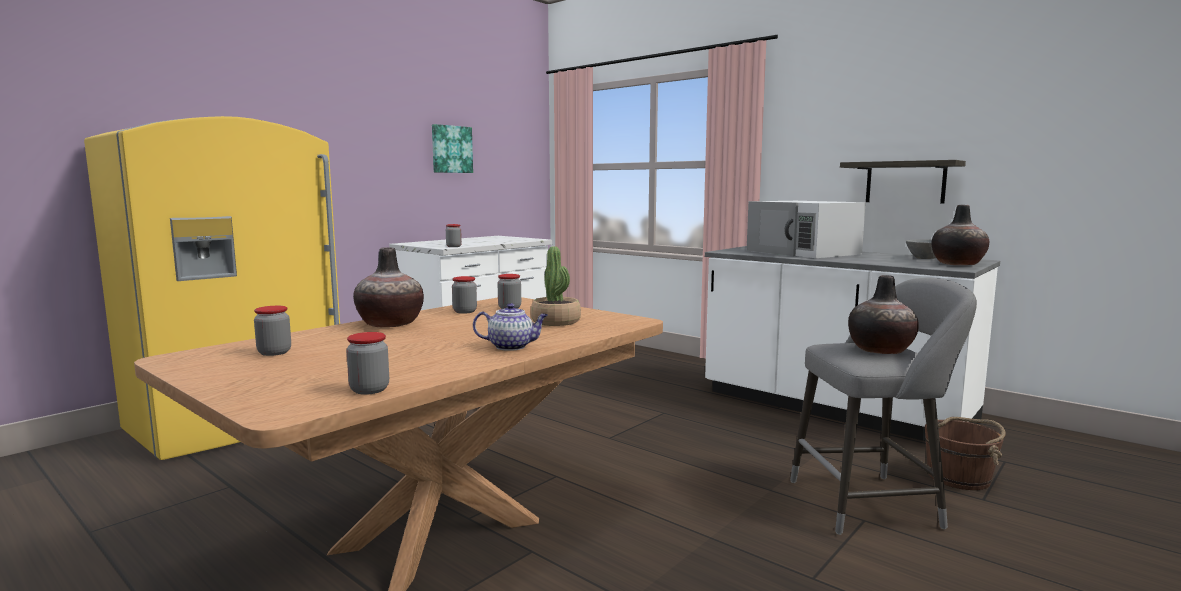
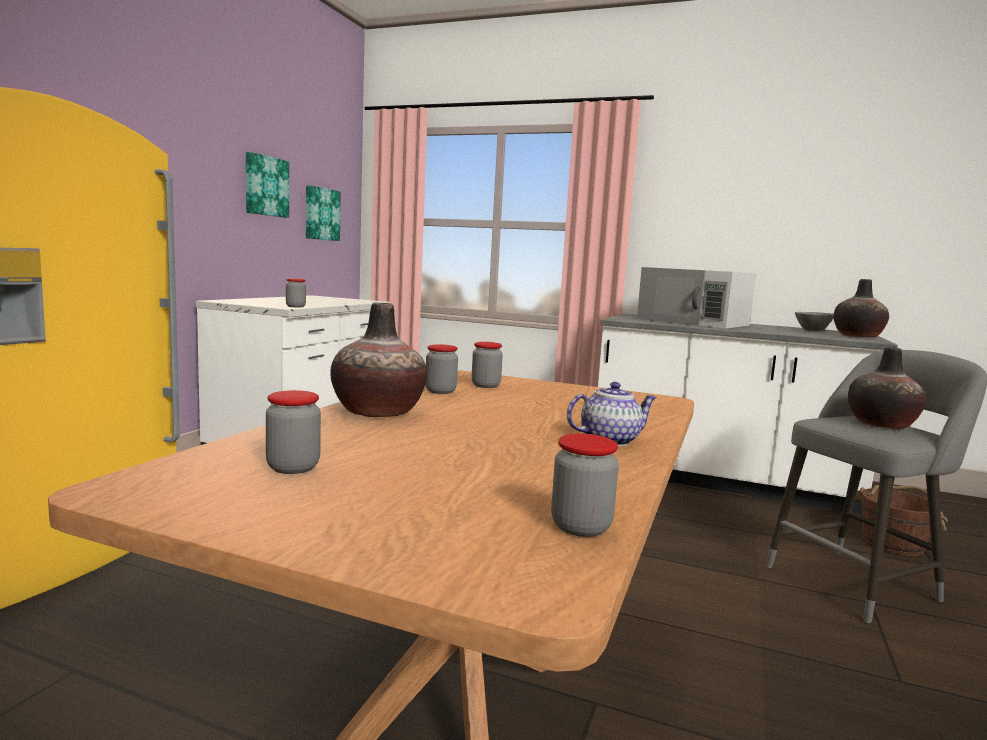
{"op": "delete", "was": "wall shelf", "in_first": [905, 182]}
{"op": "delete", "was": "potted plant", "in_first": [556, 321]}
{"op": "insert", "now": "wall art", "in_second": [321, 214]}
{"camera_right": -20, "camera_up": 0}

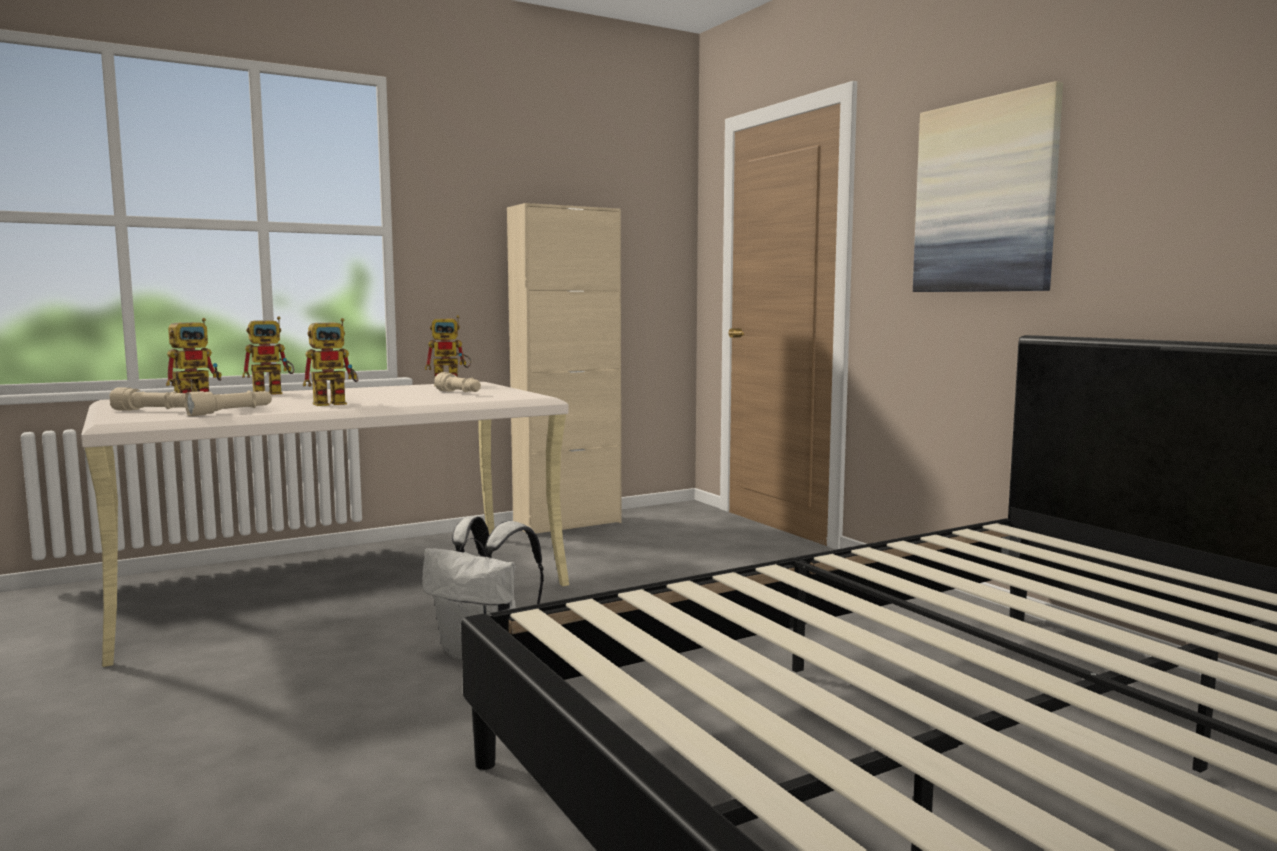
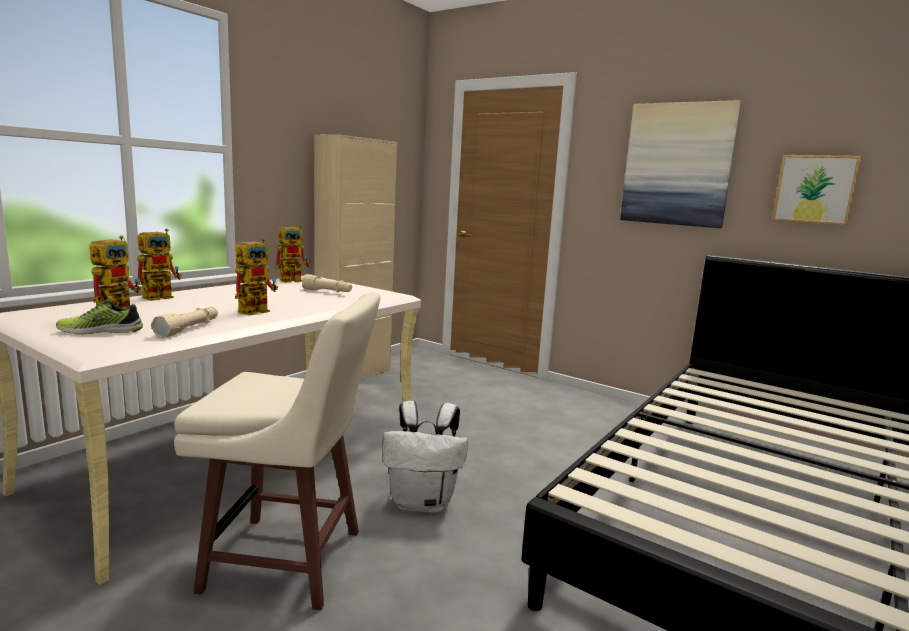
{"op": "replace", "was": "beige hand torch", "now": "shoe", "in_first": [153, 411], "in_second": [101, 331]}
{"op": "insert", "now": "wall art", "in_second": [815, 189]}
{"op": "insert", "now": "beige stool", "in_second": [288, 562]}
{"camera_right": -25, "camera_up": 5}

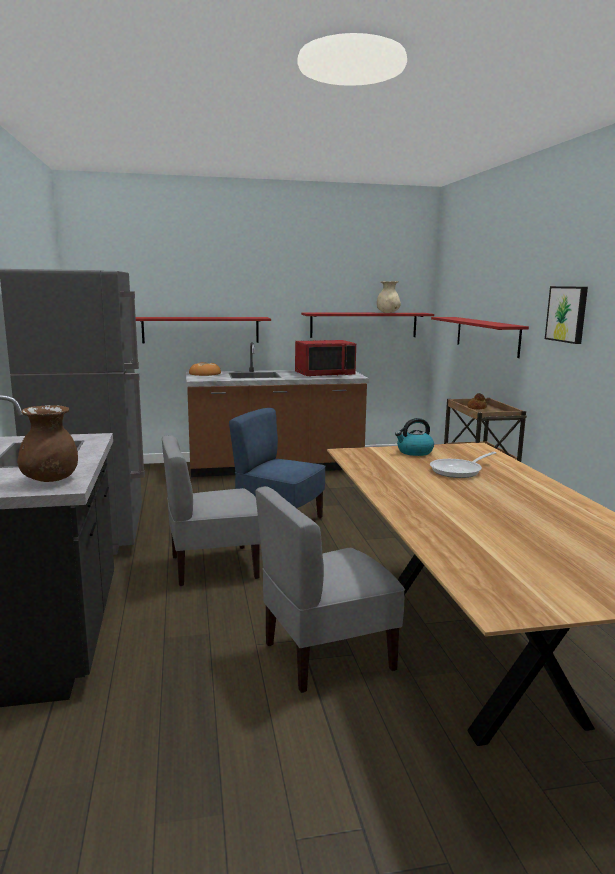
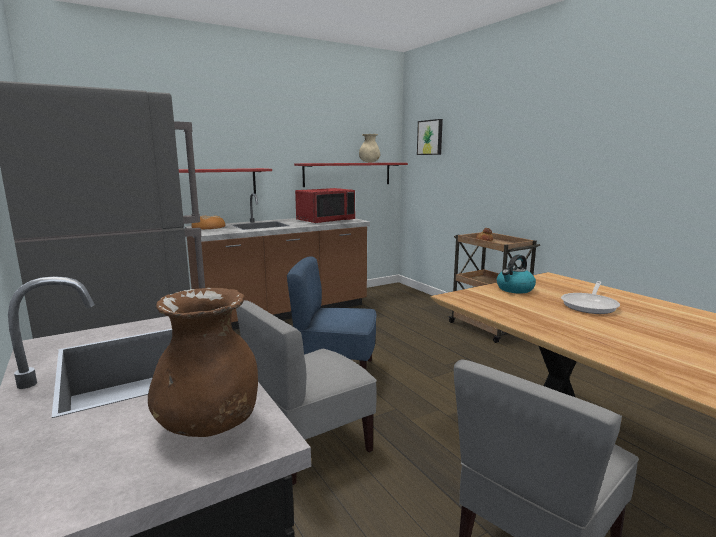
{"op": "move", "was": "wall art", "in_first": [567, 314], "in_second": [430, 137]}
{"op": "delete", "was": "red wall shelf", "in_first": [486, 335]}
{"camera_right": -20, "camera_up": 0}

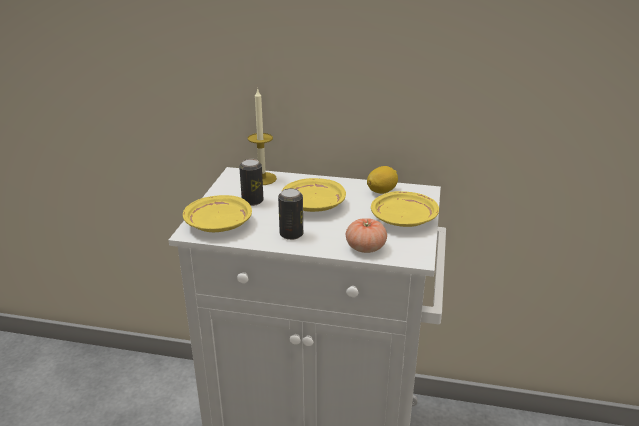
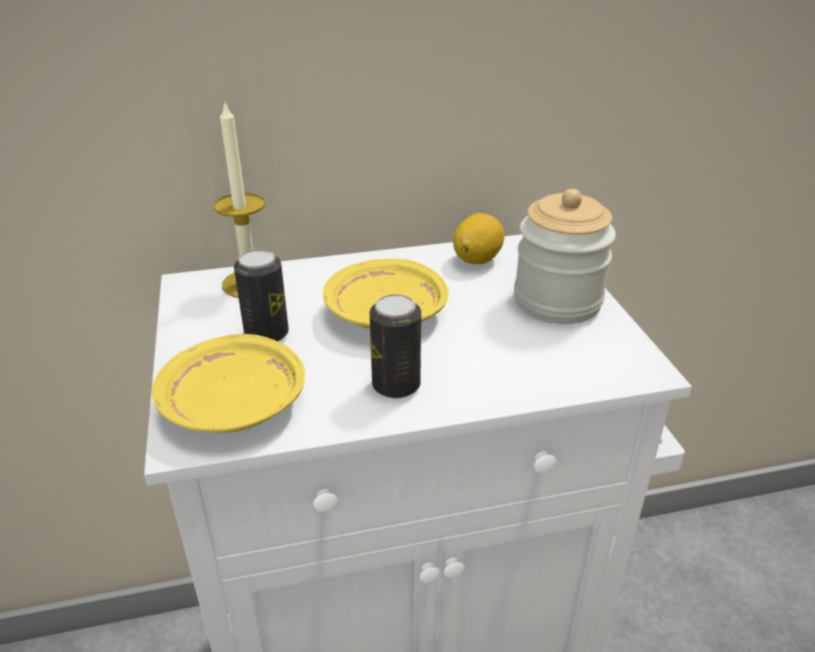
{"op": "replace", "was": "yellowish plate", "now": "storage jar", "in_first": [404, 219], "in_second": [557, 301]}
{"op": "delete", "was": "fresh tomato", "in_first": [365, 247]}
{"camera_right": -25, "camera_up": 5}

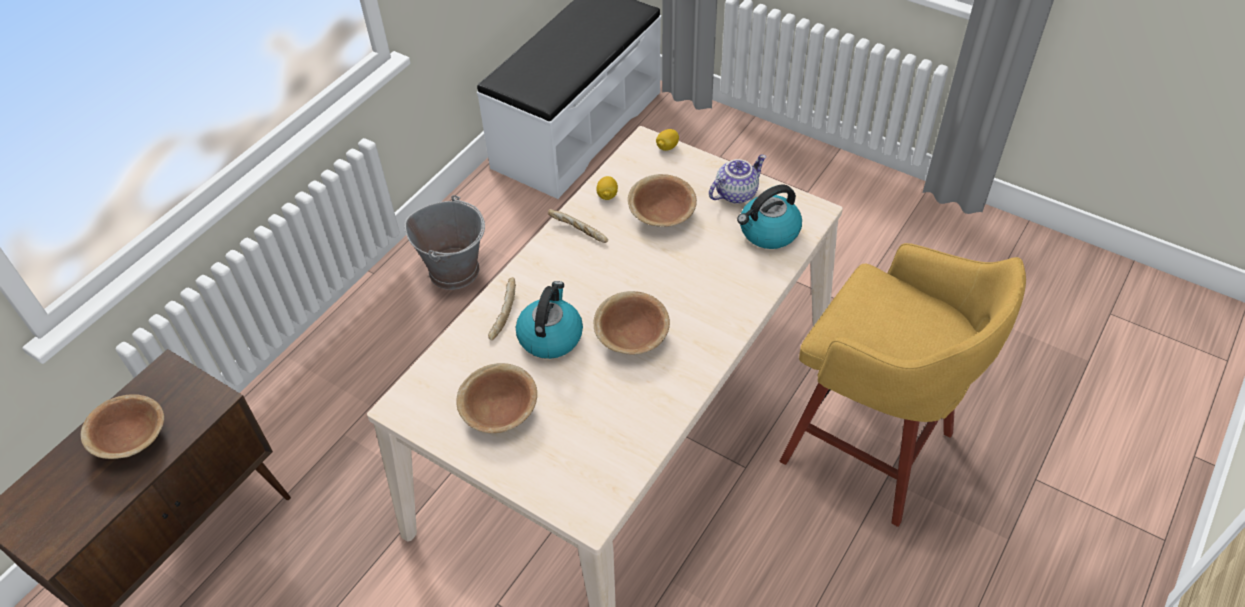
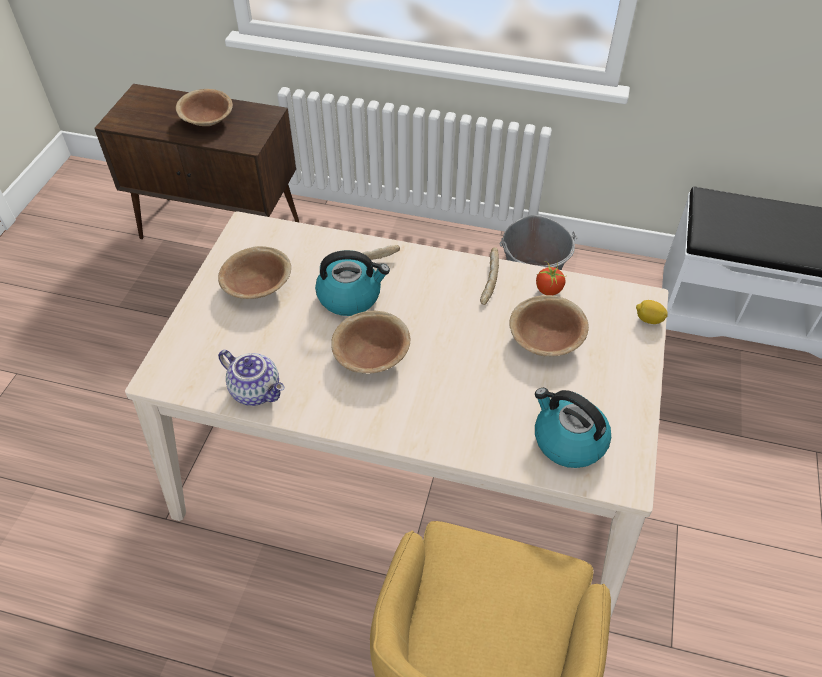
{"op": "move", "was": "pot for tea", "in_first": [735, 193], "in_second": [257, 390]}
{"op": "replace", "was": "citrus fruit", "now": "fresh tomato", "in_first": [607, 195], "in_second": [548, 290]}
{"camera_right": 70, "camera_up": 0}

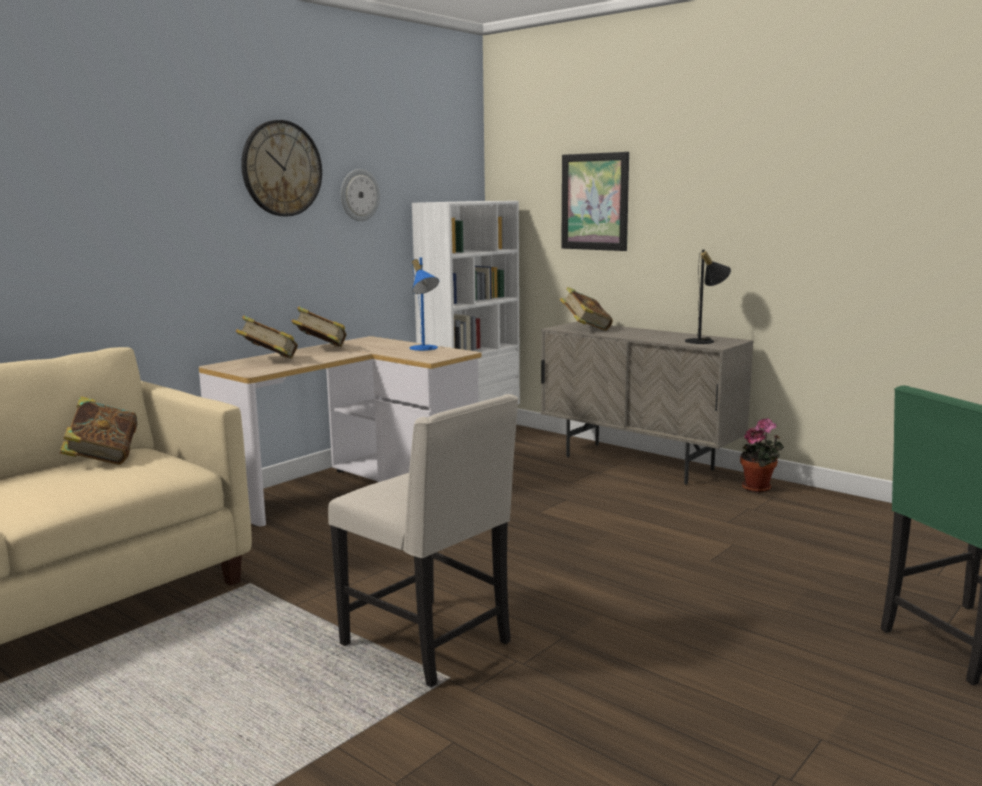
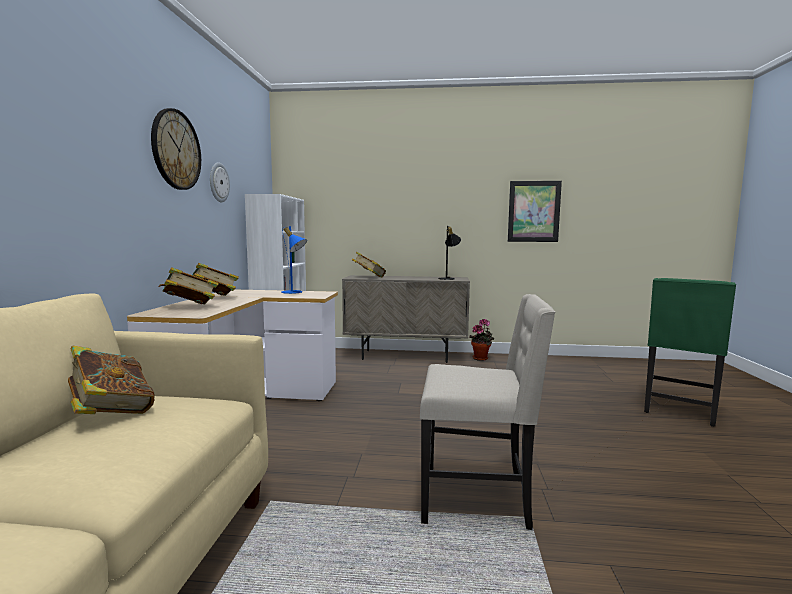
{"op": "move", "was": "wall art", "in_first": [594, 202], "in_second": [533, 211]}
{"camera_right": -35, "camera_up": -5}

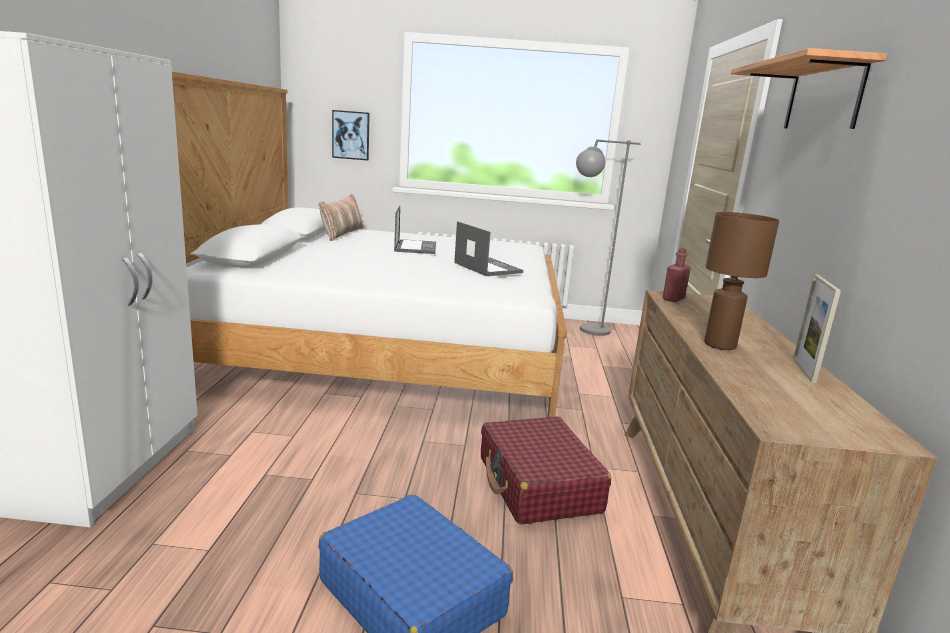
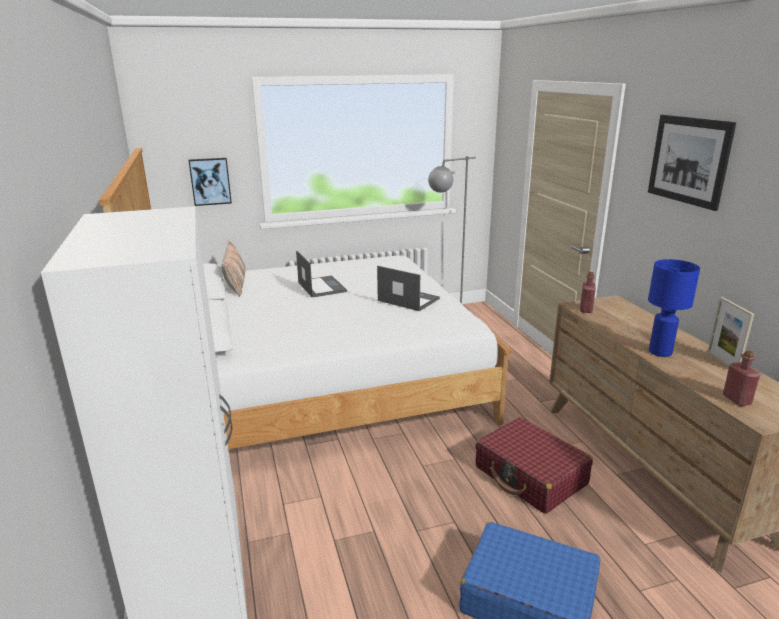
{"op": "replace", "was": "wall shelf", "now": "wall art", "in_first": [823, 97], "in_second": [689, 160]}
{"op": "recolor", "was": "brown-coloured tabletop lamp", "now": "bluish tabletop lamp", "in_first": [720, 345], "in_second": [661, 352]}
{"op": "insert", "now": "red beverage bottle", "in_second": [736, 400]}
{"camera_right": -20, "camera_up": 5}

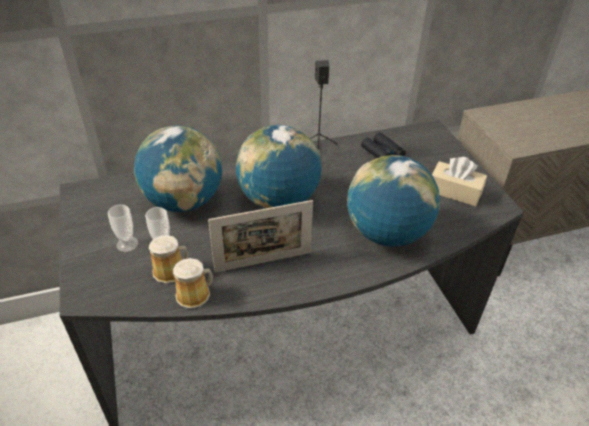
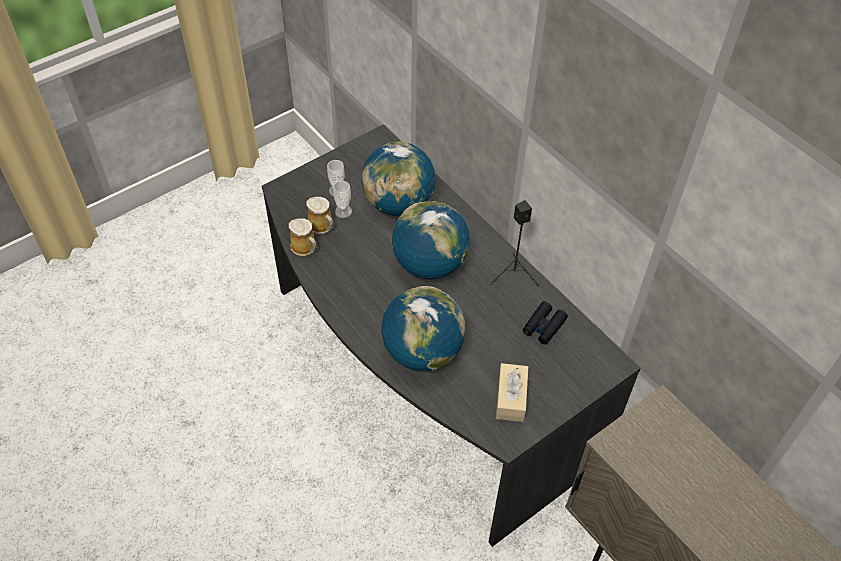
{"op": "delete", "was": "standing frame", "in_first": [263, 262]}
{"camera_right": 70, "camera_up": 10}

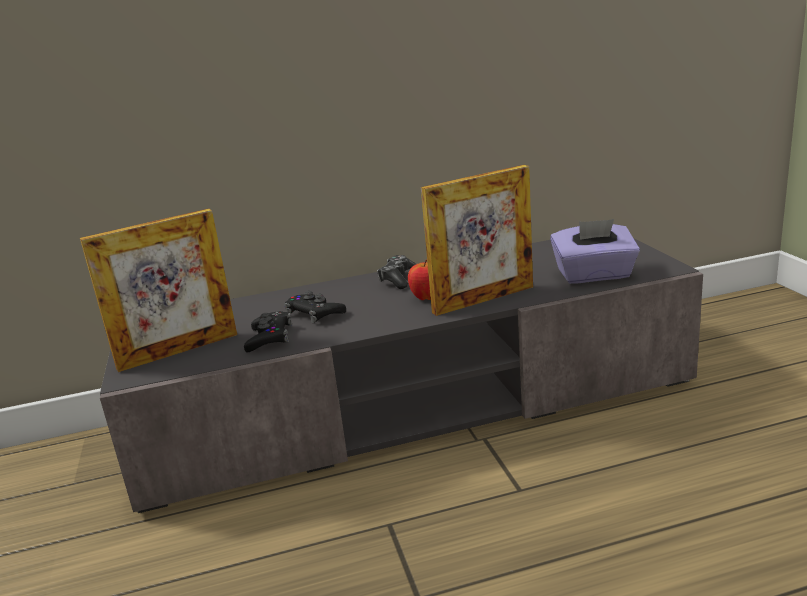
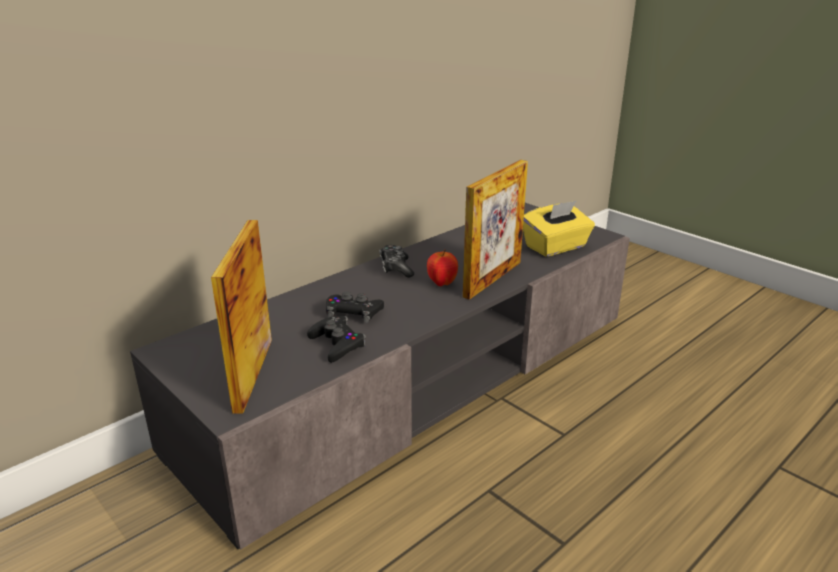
{"op": "rotate", "was": "standing frame", "in_first": [178, 351], "in_second": [253, 374], "clockwise": 150}
{"op": "recolor", "was": "purple tissue holder", "now": "yellowish tissue holder", "in_first": [594, 275], "in_second": [556, 247]}
{"camera_right": -30, "camera_up": 5}

